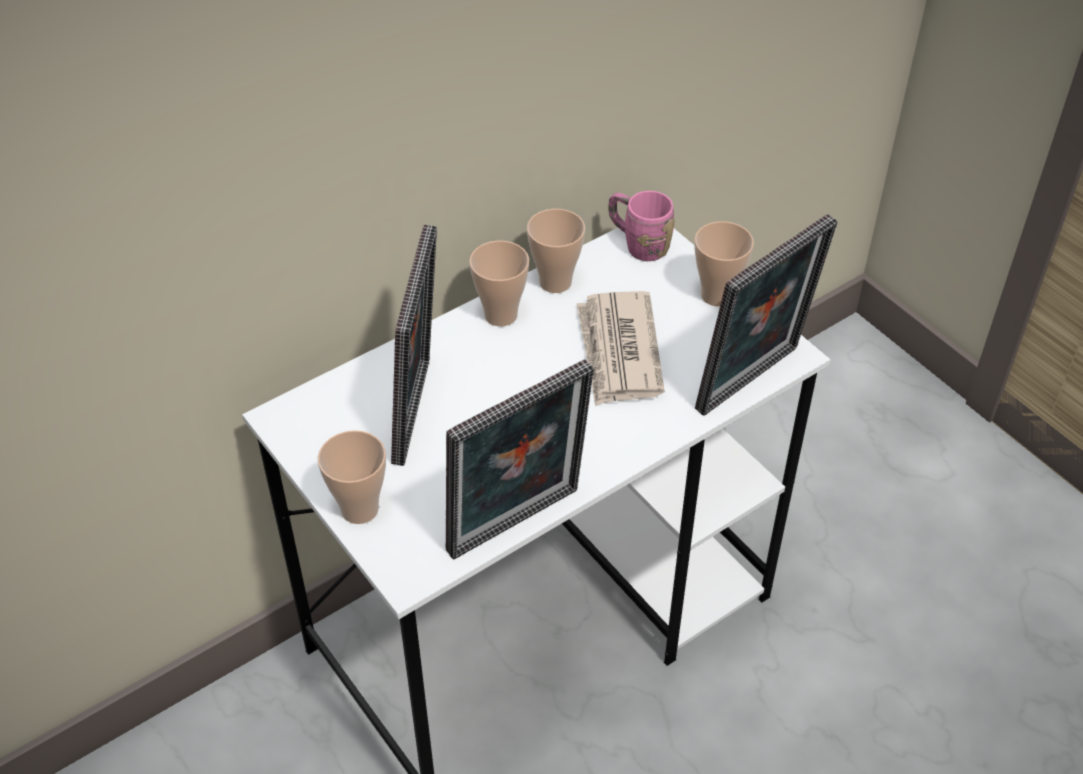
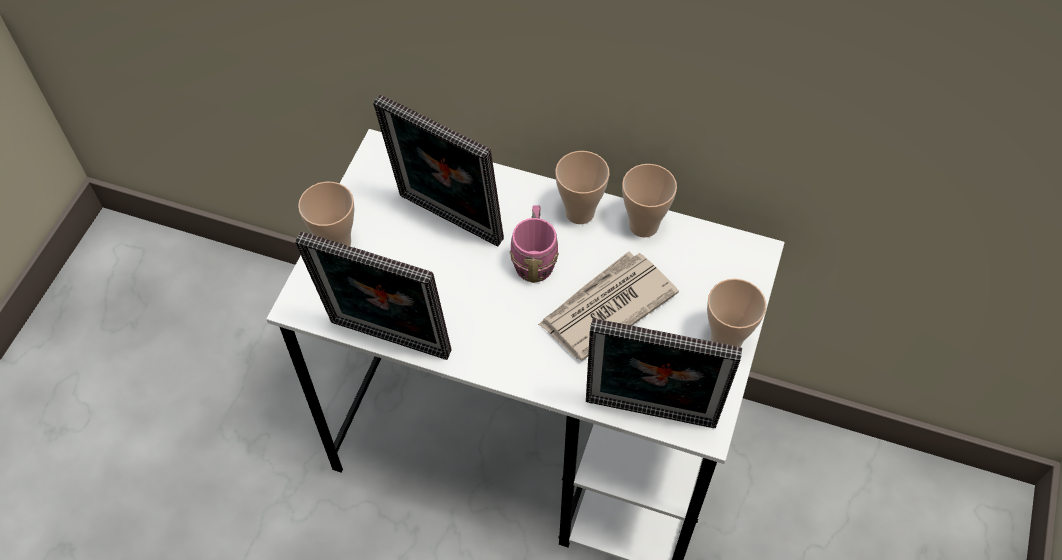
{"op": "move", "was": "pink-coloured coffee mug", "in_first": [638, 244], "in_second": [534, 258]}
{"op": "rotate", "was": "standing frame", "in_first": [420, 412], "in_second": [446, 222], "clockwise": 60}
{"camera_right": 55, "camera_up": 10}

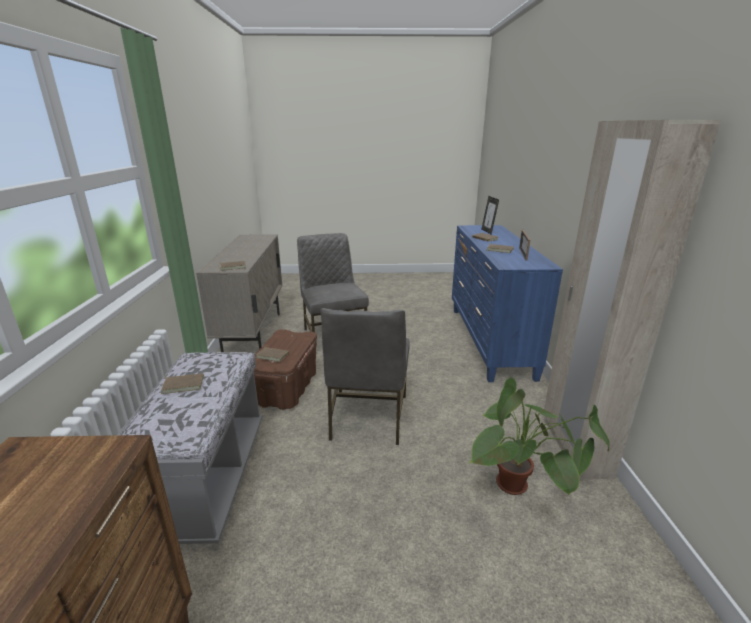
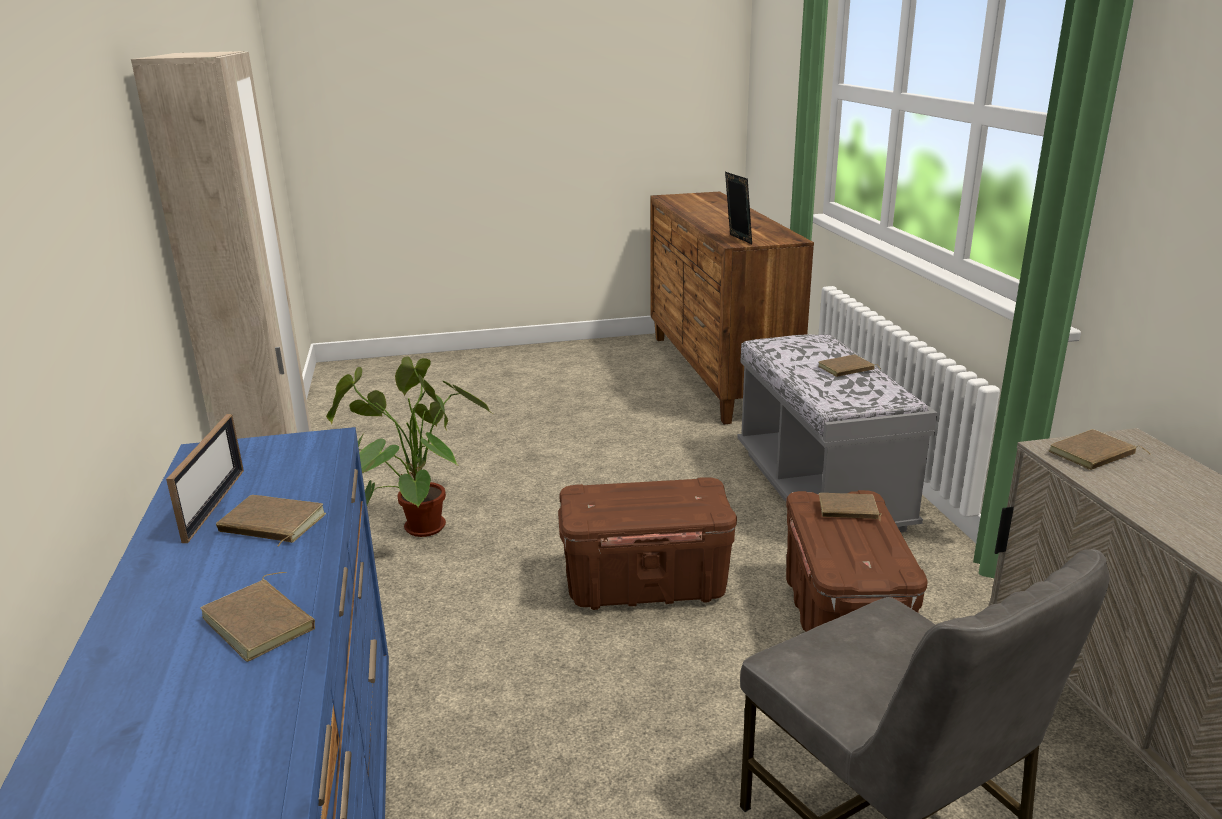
{"op": "move", "was": "standing frame", "in_first": [488, 231], "in_second": [737, 239]}
{"op": "replace", "was": "greyish upright chair", "now": "brown-coloured storage container", "in_first": [367, 417], "in_second": [647, 585]}
{"camera_right": 170, "camera_up": 0}

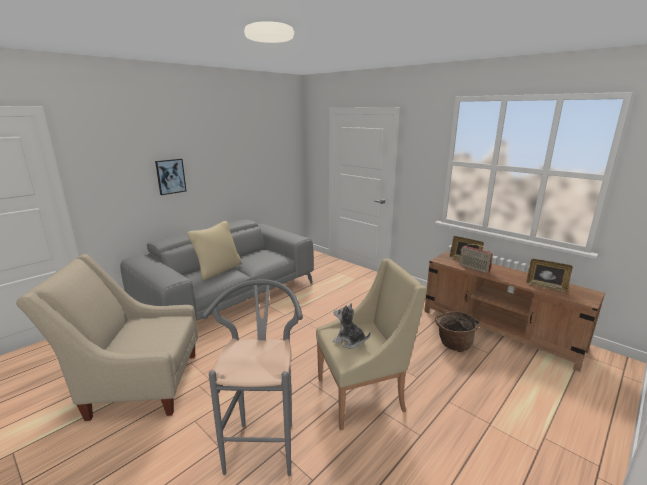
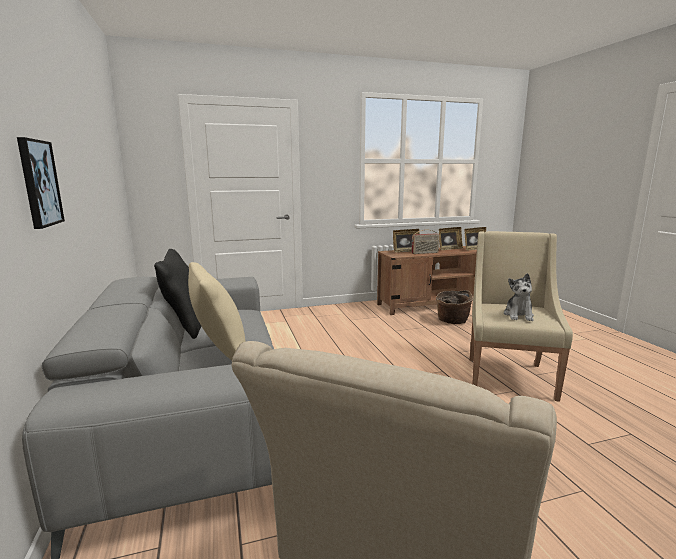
{"op": "delete", "was": "greyish stool", "in_first": [263, 441]}
{"op": "rotate", "was": "cuddly toy", "in_first": [349, 341], "in_second": [518, 315], "clockwise": -45}
{"op": "insert", "now": "standing frame", "in_second": [449, 249]}
{"op": "insert", "now": "black throw pillow", "in_second": [185, 326]}
{"camera_right": -60, "camera_up": -5}

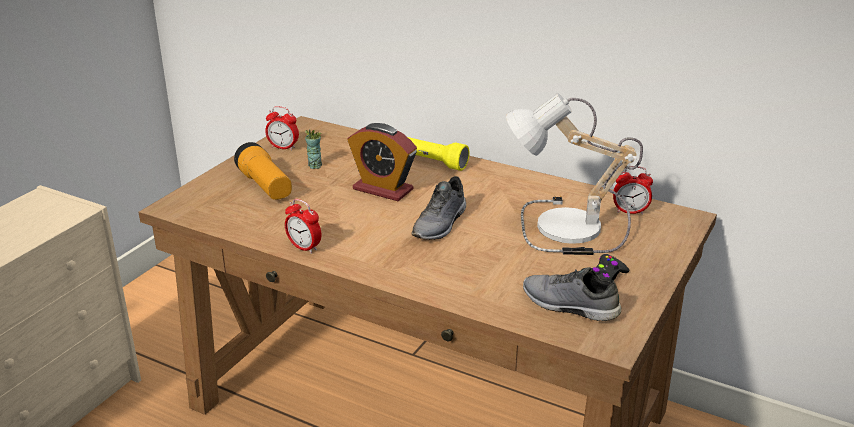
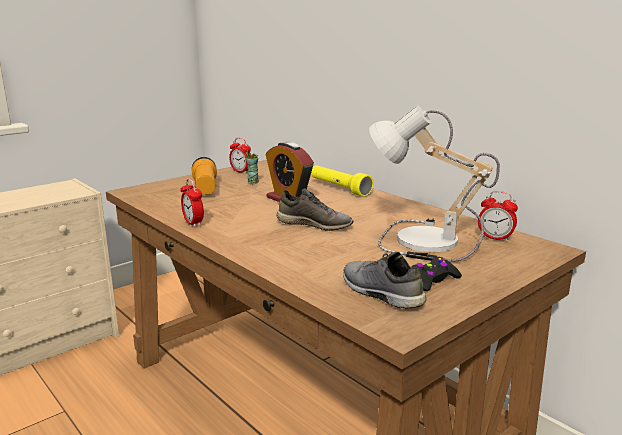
{"op": "rotate", "was": "greyish shoe", "in_first": [441, 224], "in_second": [315, 224], "clockwise": -120}
{"camera_right": 20, "camera_up": -10}

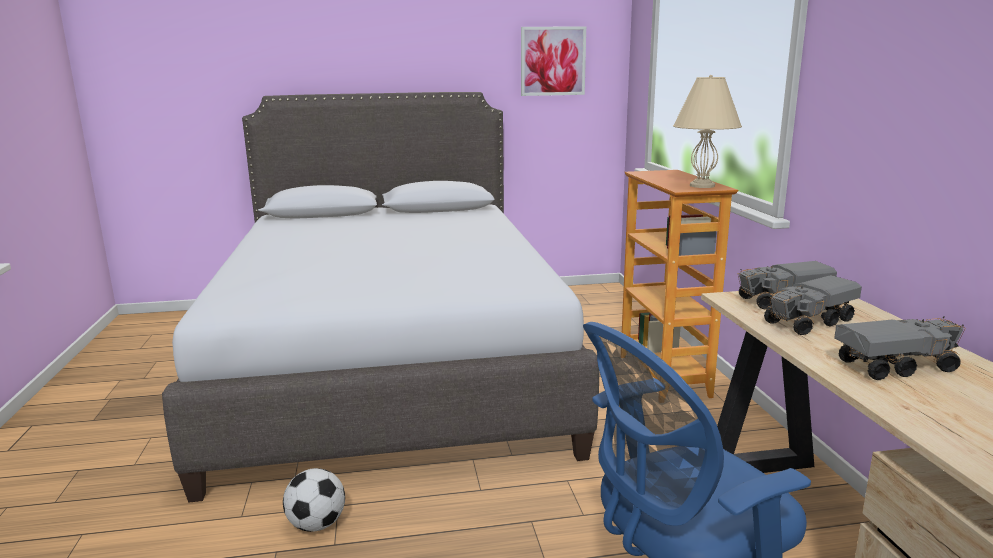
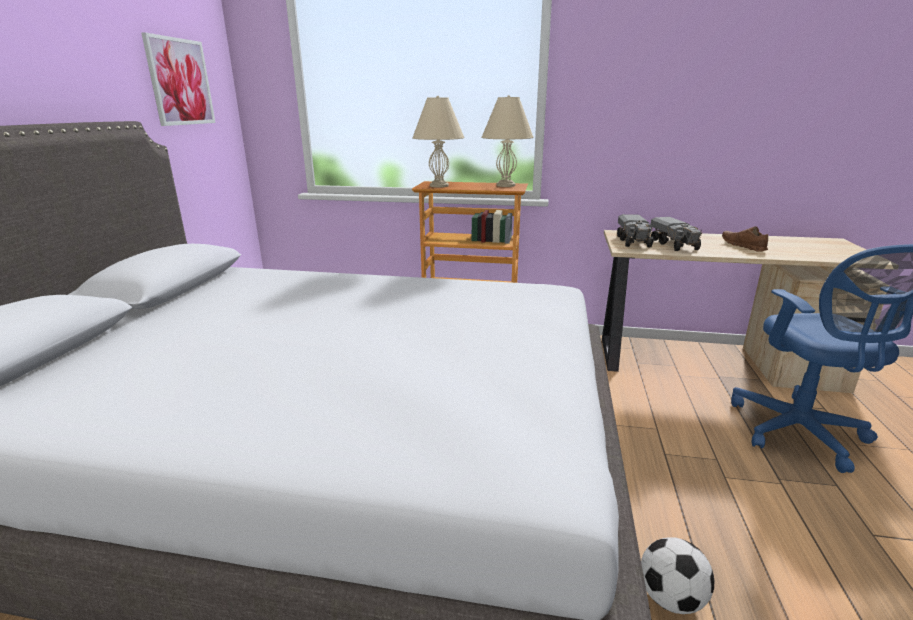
{"op": "replace", "was": "toy truck", "now": "brown-coloured shoe", "in_first": [896, 366], "in_second": [743, 246]}
{"op": "insert", "now": "beige tabletop lamp", "in_second": [439, 185]}
{"camera_right": -70, "camera_up": 5}

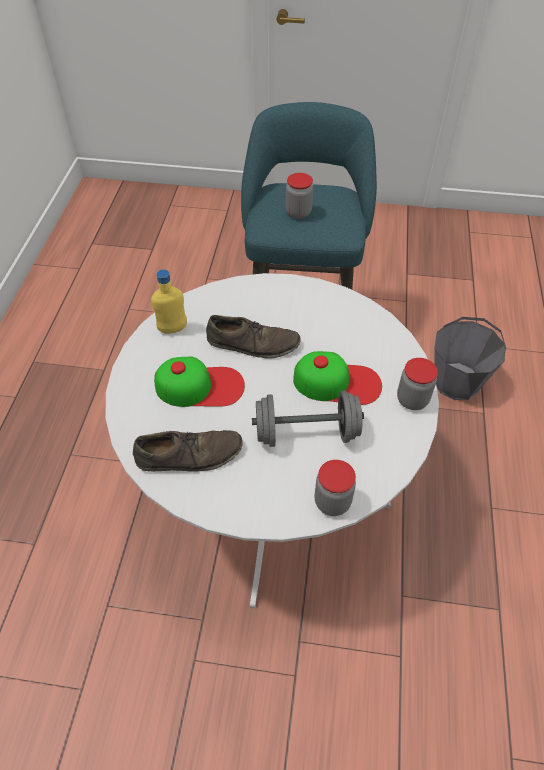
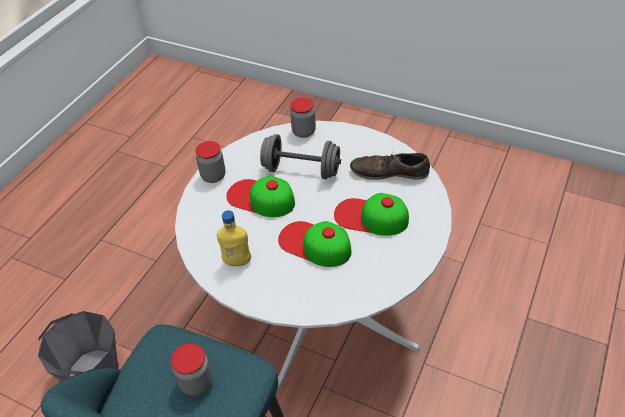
{"op": "move", "was": "yellowish beverage bottle", "in_first": [173, 329], "in_second": [237, 261]}
{"op": "replace", "was": "brown-coloured shoe", "now": "baseball cap", "in_first": [253, 343], "in_second": [314, 244]}
{"camera_right": -160, "camera_up": -5}

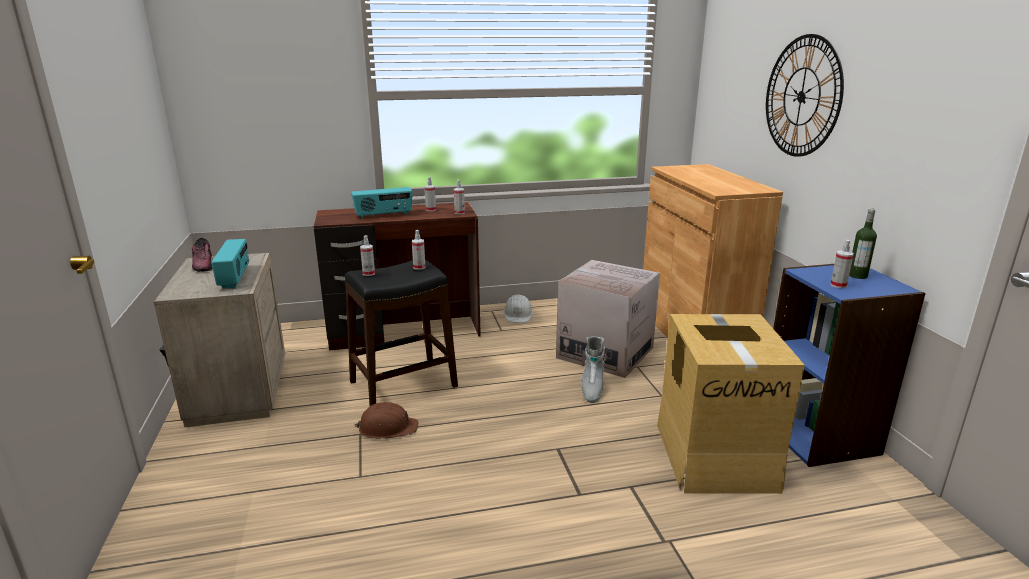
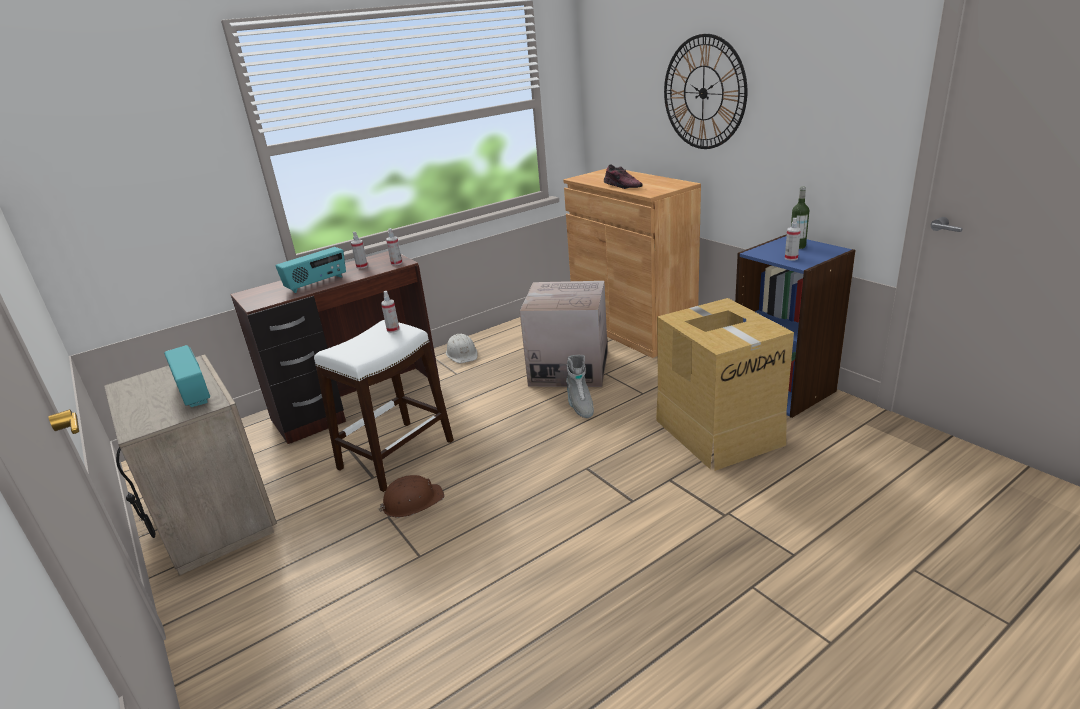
{"op": "delete", "was": "hand sprayer", "in_first": [368, 273]}
{"op": "move", "was": "shoe", "in_first": [203, 265], "in_second": [622, 186]}
{"op": "recolor", "was": "black stool", "now": "white-coloured stool", "in_first": [404, 384], "in_second": [397, 454]}
{"camera_right": -20, "camera_up": 5}

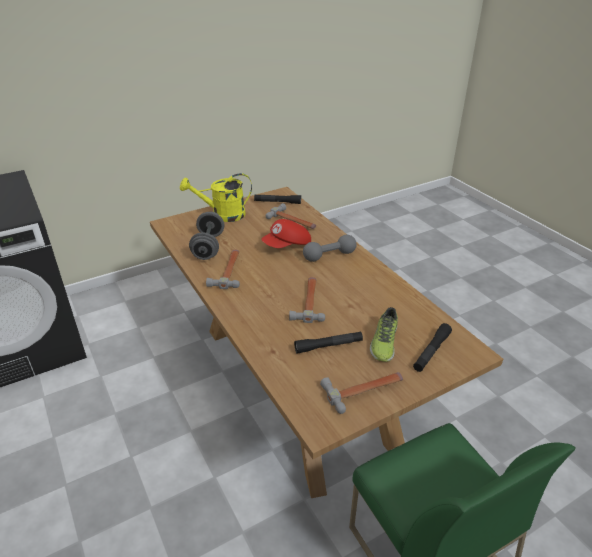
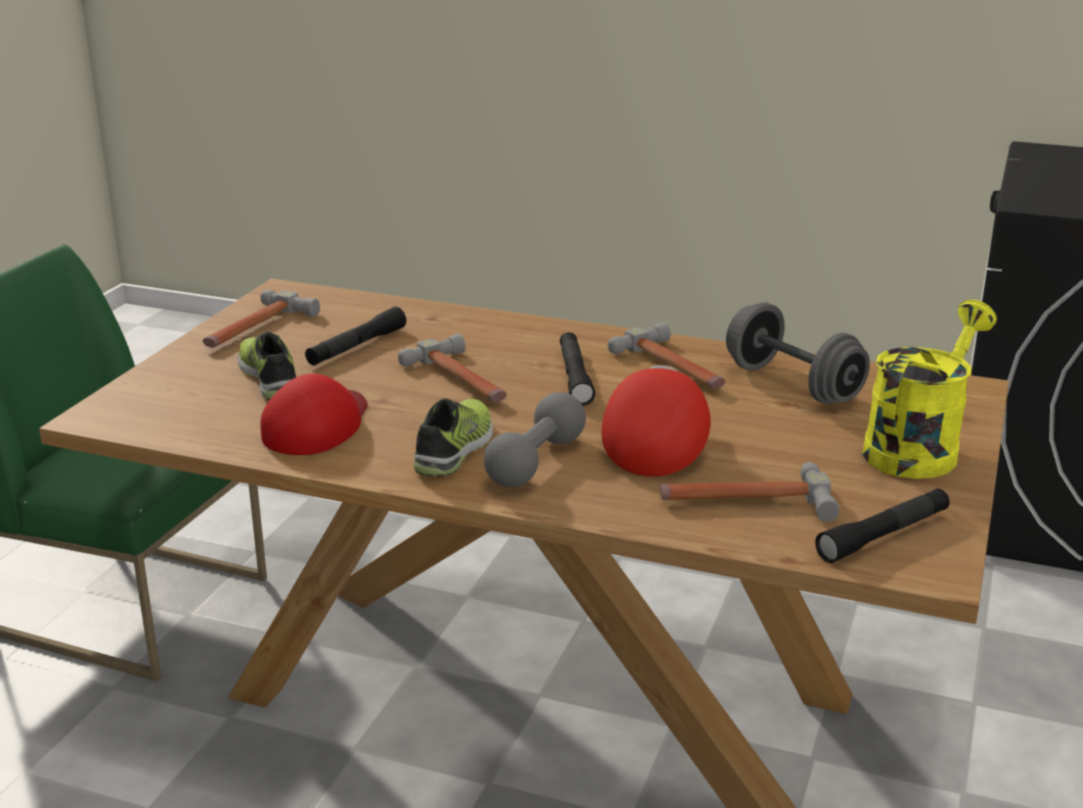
{"op": "move", "was": "black hand torch", "in_first": [431, 352], "in_second": [575, 377]}
{"op": "insert", "now": "red baseball cap", "in_second": [317, 425]}
{"op": "insert", "now": "shoe", "in_second": [456, 448]}
{"camera_right": 140, "camera_up": -10}

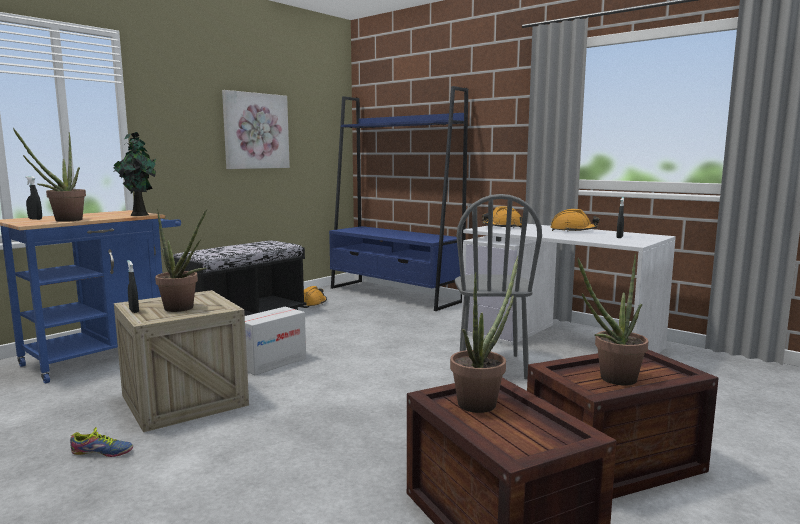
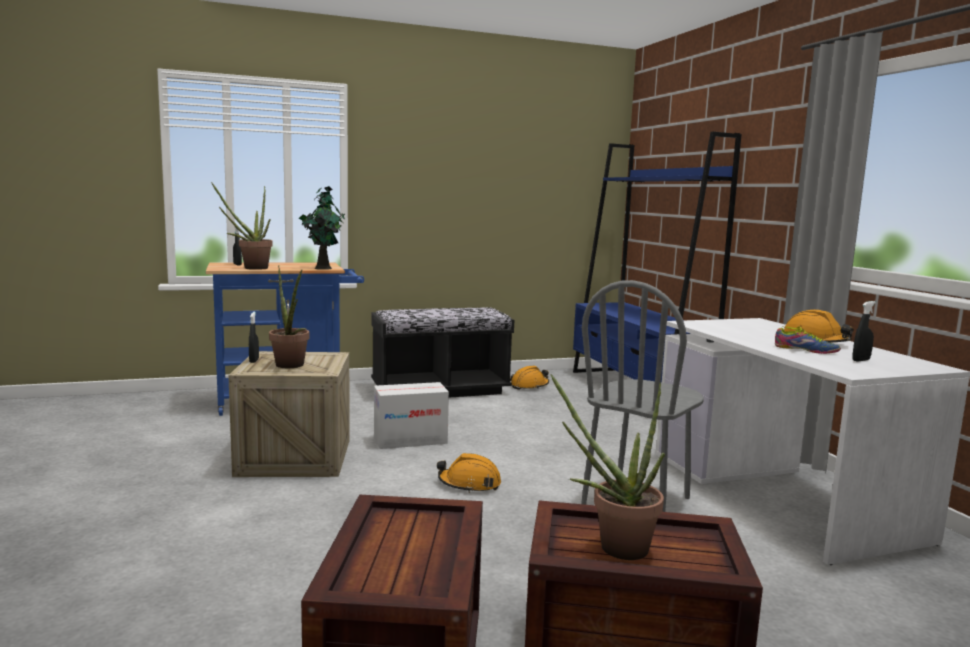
{"op": "delete", "was": "wall art", "in_first": [255, 131]}
{"op": "move", "was": "orange-coloured hard hat", "in_first": [502, 227], "in_second": [469, 484]}
{"op": "delete", "was": "potted plant", "in_first": [482, 401]}
{"op": "move", "was": "shoe", "in_first": [101, 453], "in_second": [805, 350]}
{"camera_right": 30, "camera_up": 0}

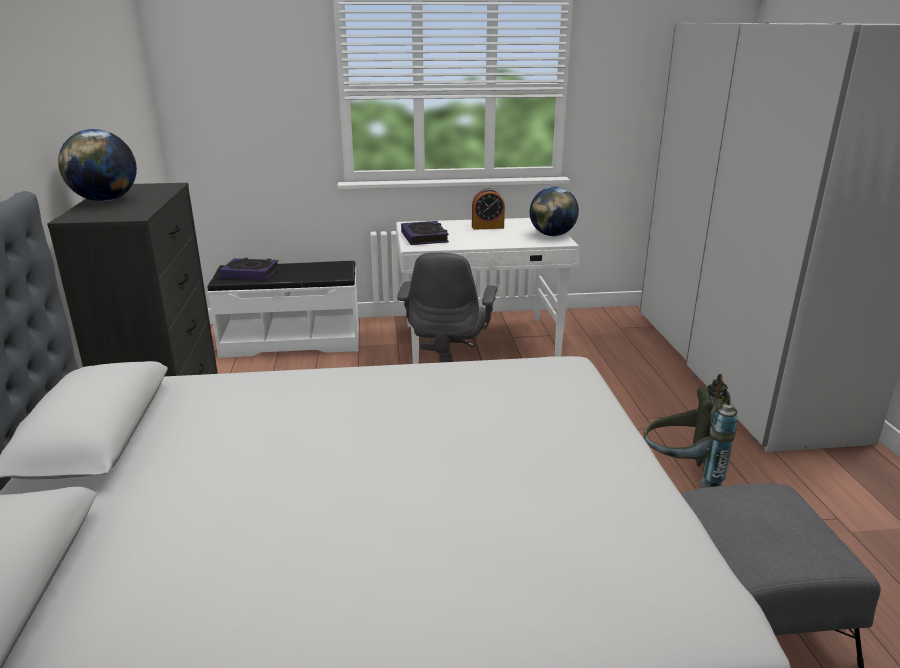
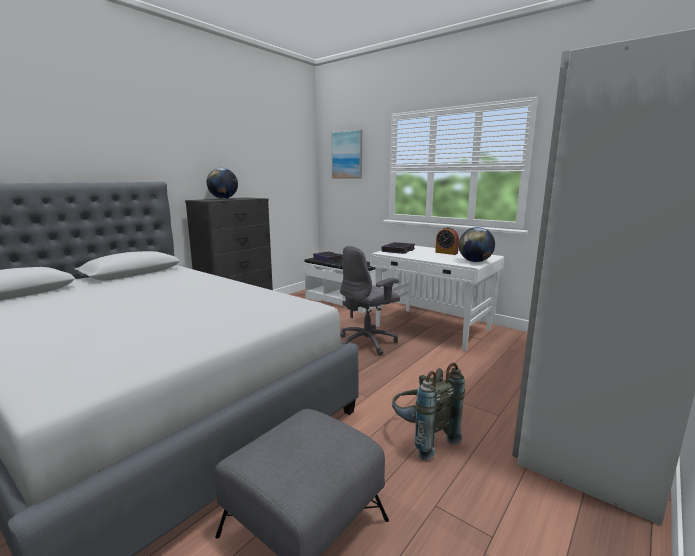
{"op": "insert", "now": "wall art", "in_second": [347, 155]}
{"camera_right": 45, "camera_up": -10}

